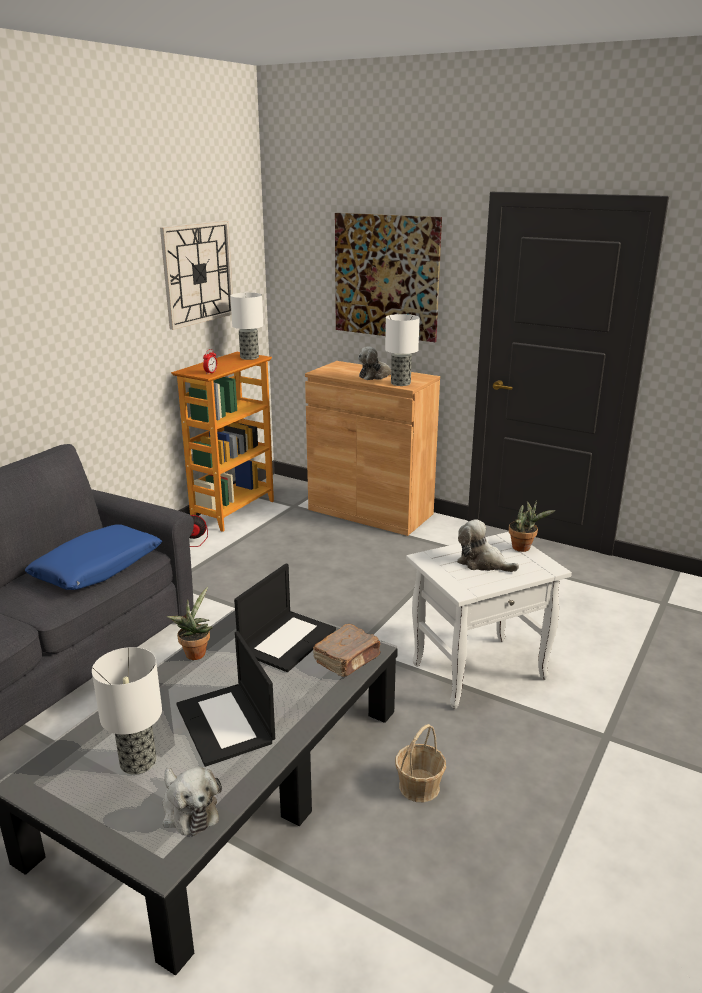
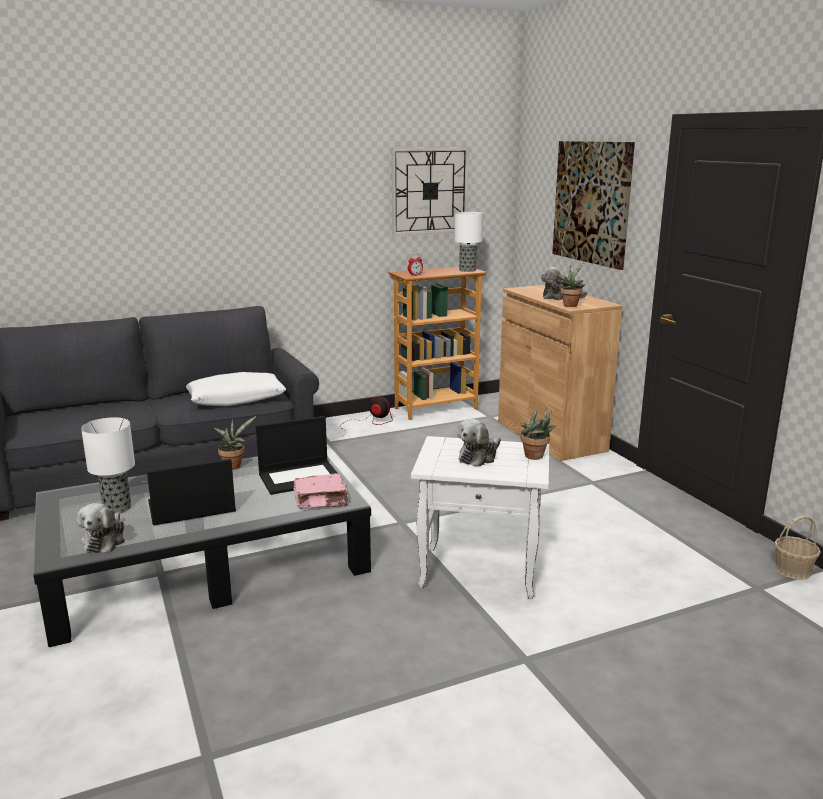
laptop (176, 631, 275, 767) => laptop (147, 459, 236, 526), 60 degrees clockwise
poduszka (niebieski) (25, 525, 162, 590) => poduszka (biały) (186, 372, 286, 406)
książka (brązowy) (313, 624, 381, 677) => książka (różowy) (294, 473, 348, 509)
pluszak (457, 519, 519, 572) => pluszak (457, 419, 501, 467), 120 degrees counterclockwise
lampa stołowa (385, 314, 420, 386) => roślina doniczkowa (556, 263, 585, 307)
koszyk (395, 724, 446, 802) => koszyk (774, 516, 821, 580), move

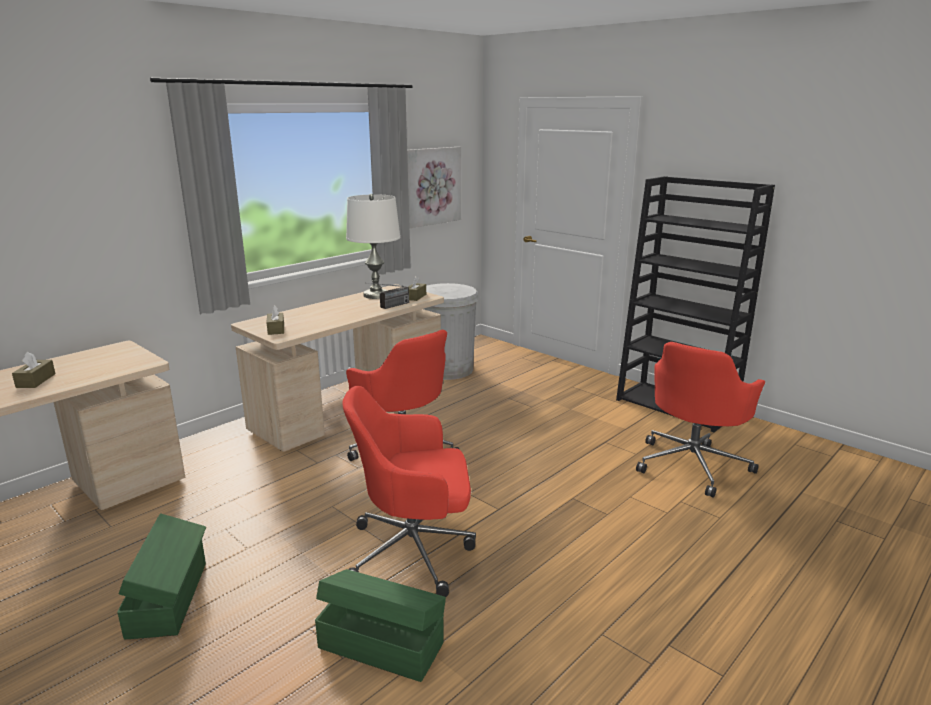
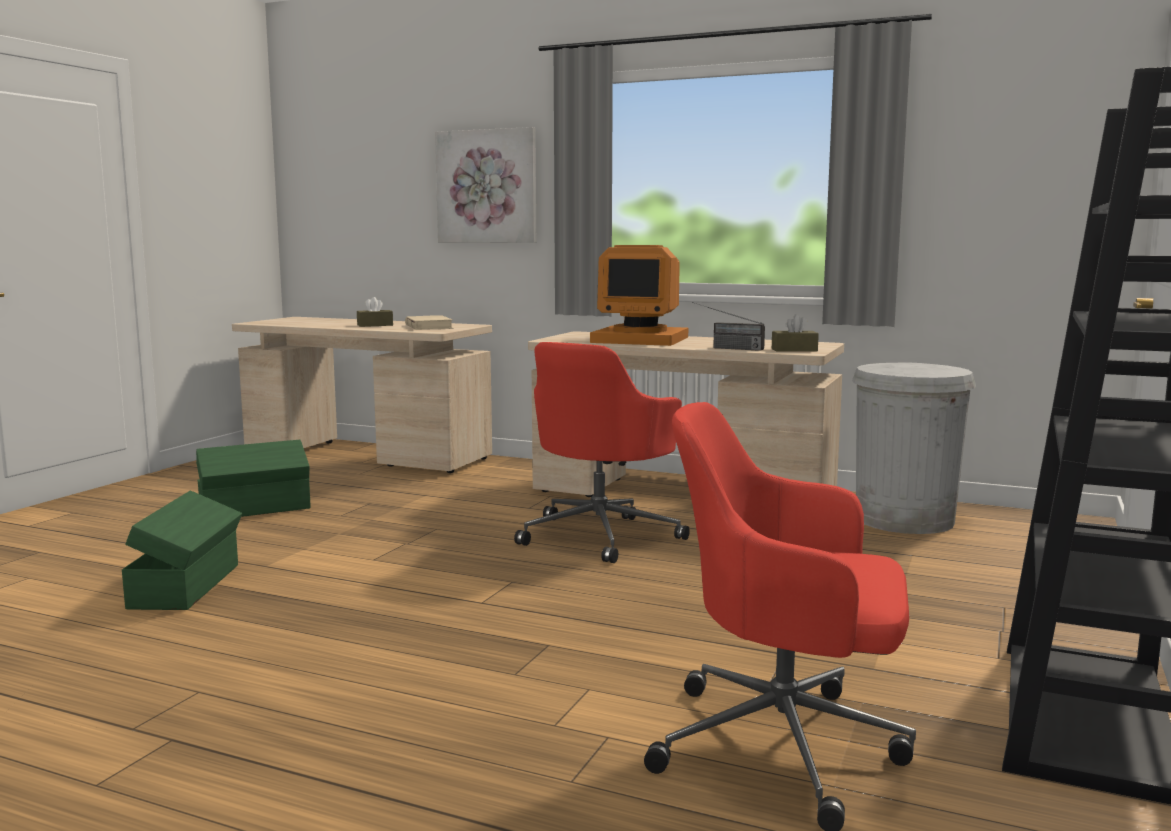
nothing => książka (beżowy) (405, 315, 453, 330)
obraz (407, 147, 461, 228) => obraz (435, 127, 536, 243), move
nothing => monitor (590, 245, 688, 346)
pudełko chusteczek (brązowy) (266, 306, 284, 335) => nothing
krzesło biurowe (czerwony) (342, 386, 476, 597) => nothing
lampa stołowa (biały) (346, 194, 400, 299) => nothing

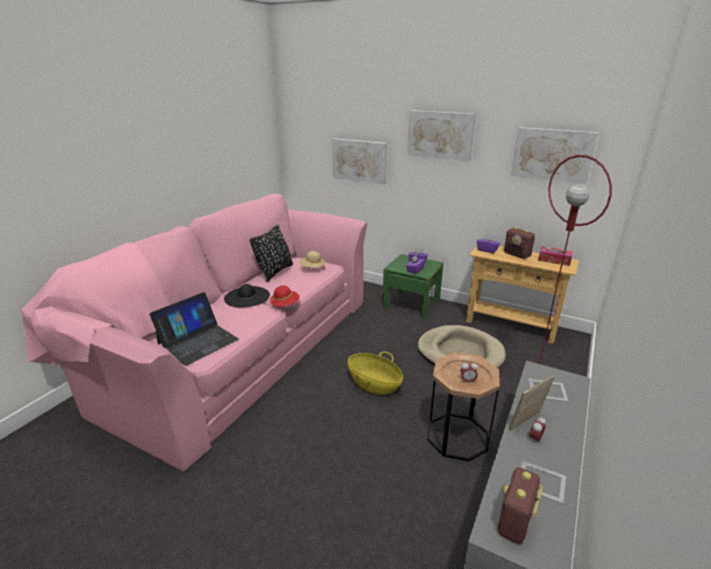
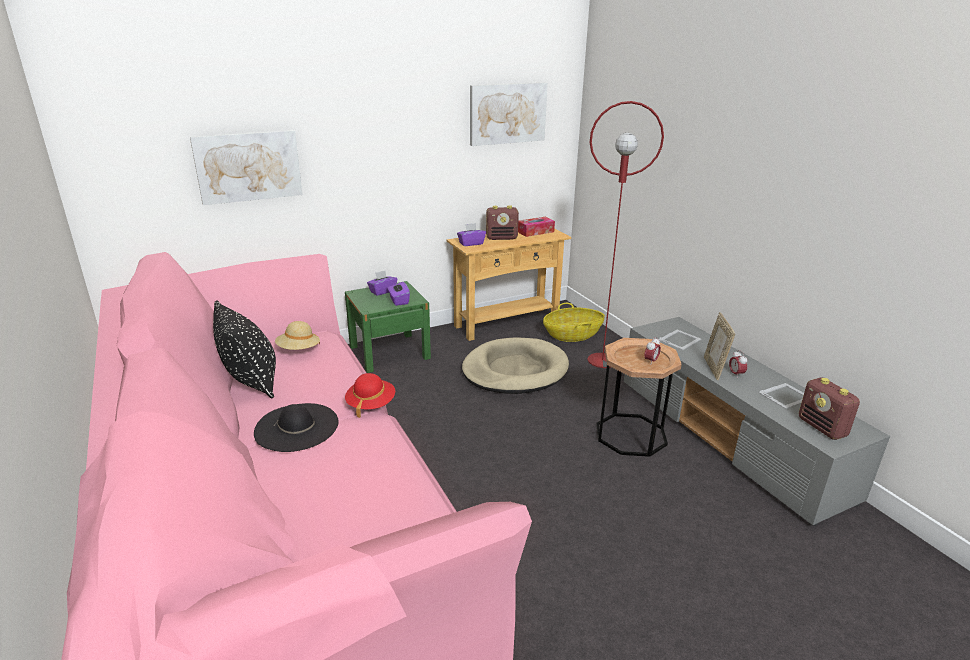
koszyk (347, 352, 403, 394) => koszyk (543, 303, 605, 342), move
laptop (149, 292, 239, 366) => nothing
obraz (408, 110, 476, 161) => nothing

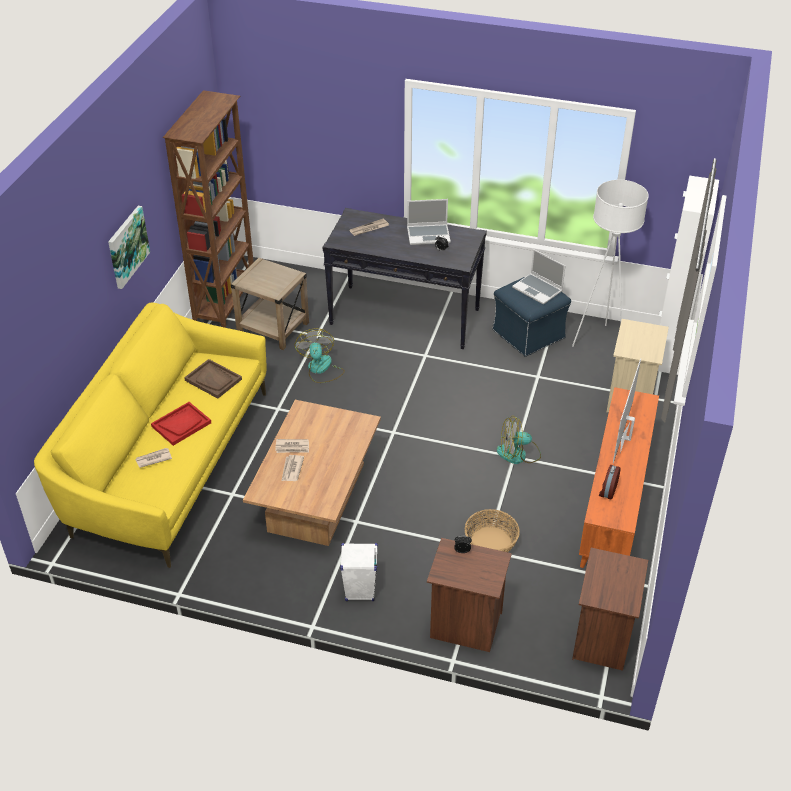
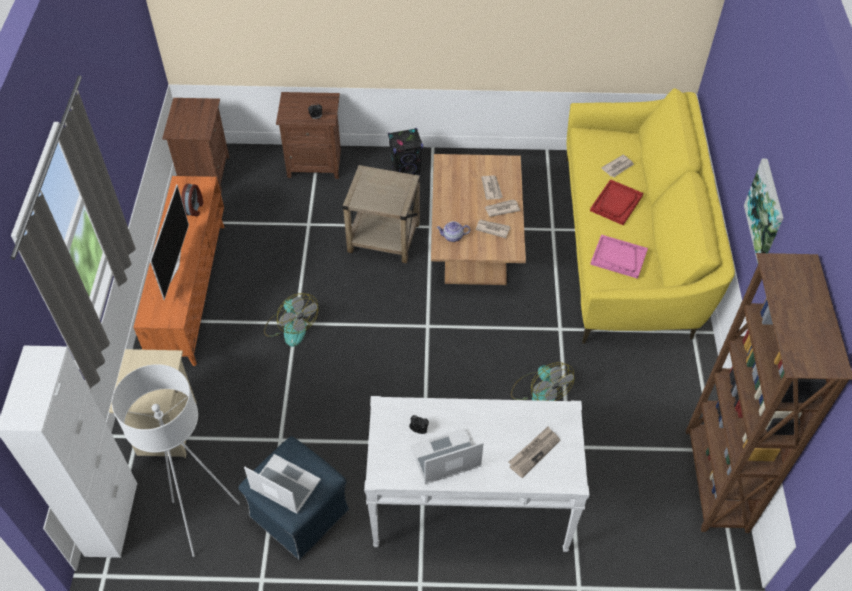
wentylator (497, 416, 541, 464) => wentylator (264, 293, 318, 347), 75 degrees clockwise
stolik (beżowy) (231, 258, 309, 350) => stolik (beżowy) (342, 165, 420, 263), move
stolik konsolowy (czarny) (323, 208, 487, 349) => stolik konsolowy (biały) (364, 396, 589, 552)
głośnik (biały) (340, 543, 378, 601) => głośnik (czarny) (388, 128, 423, 175)
nothing => imbryk (436, 221, 470, 242)
nothing => gazeta (476, 219, 511, 238)
taca (brązowy) (184, 359, 242, 399) => taca (różowy) (590, 235, 648, 279)
koszyk (465, 509, 520, 552) => nothing

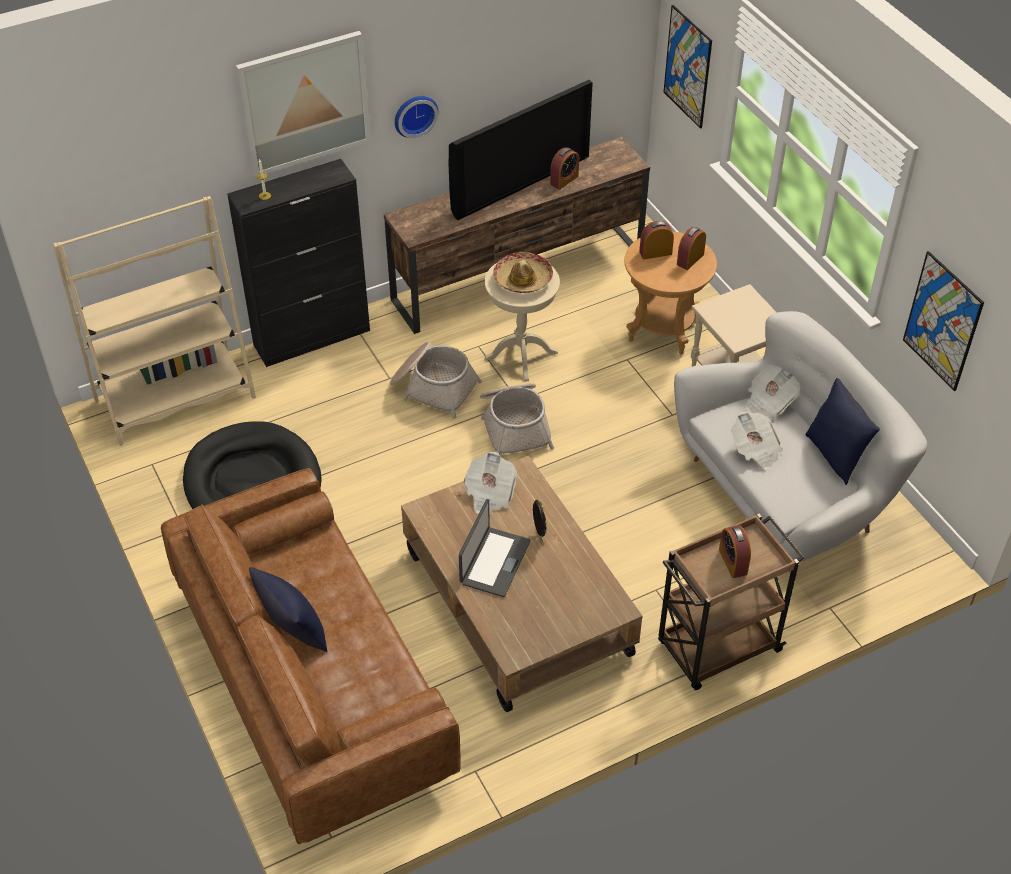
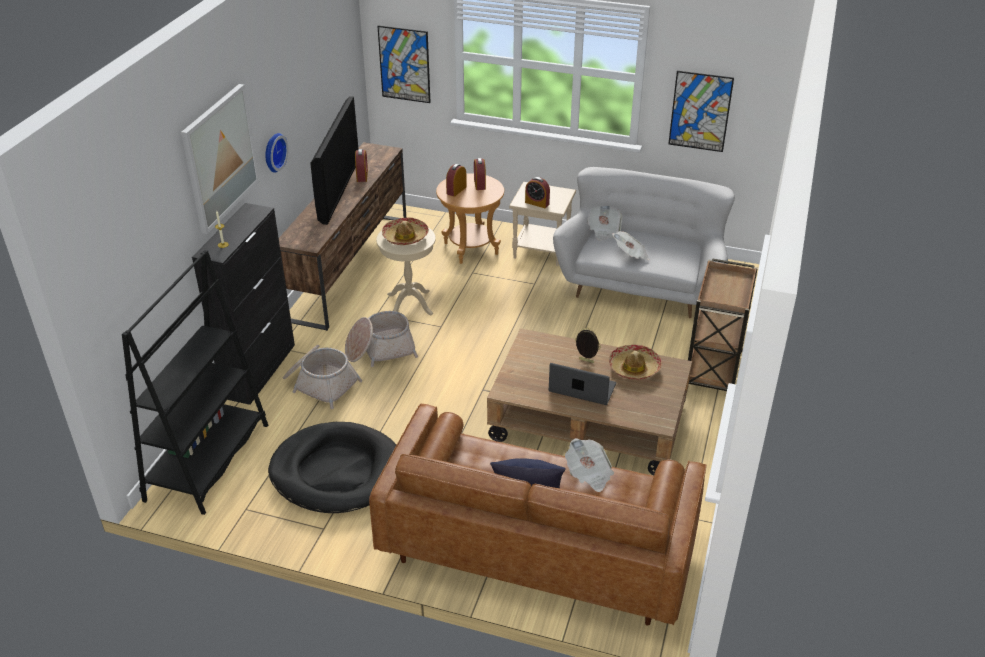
regał (beżowy) (53, 196, 256, 446) => regał (czarny) (122, 250, 268, 515)
koszyk (480, 383, 554, 454) => koszyk (283, 345, 362, 409), move
budzik (719, 525, 751, 578) => budzik (525, 177, 550, 208), move
laptop (459, 499, 530, 597) => laptop (549, 363, 616, 405), 45 degrees counterclockwise
gazeta (464, 452, 518, 514) => gazeta (565, 438, 614, 492), move
nothing => kapelusz (609, 345, 662, 379)
poduszka (niebieski) (805, 378, 880, 485) => nothing

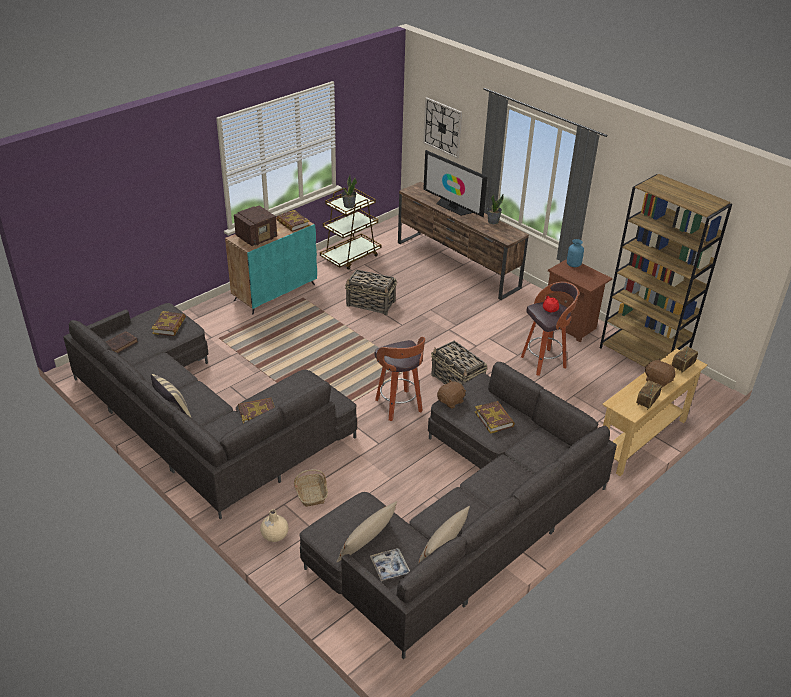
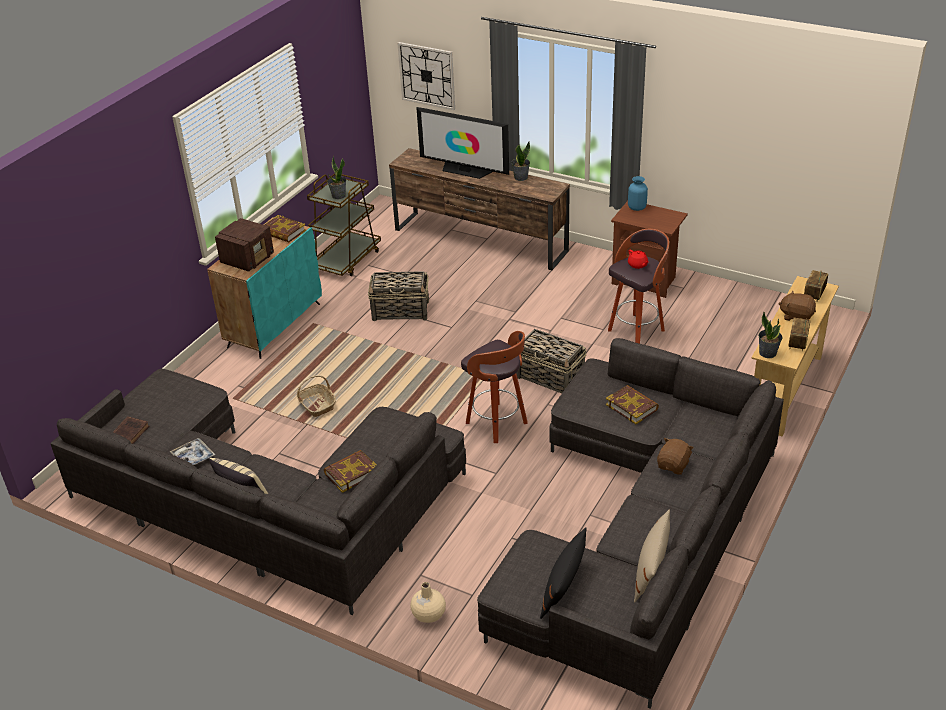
taca (370, 548, 410, 581) => taca (170, 438, 215, 465), move
koszyk (294, 469, 328, 507) => koszyk (297, 375, 336, 417), move
poduszka (beżowy) (336, 501, 397, 562) => poduszka (czarny) (540, 527, 587, 619)
pluszak (brązowy) (437, 379, 466, 409) => pluszak (brązowy) (657, 438, 694, 475), move
nothing => roślina doniczkowa (758, 312, 782, 358)
książka (151, 311, 186, 336) => nothing
regał (brązowy) (600, 174, 732, 367) => nothing

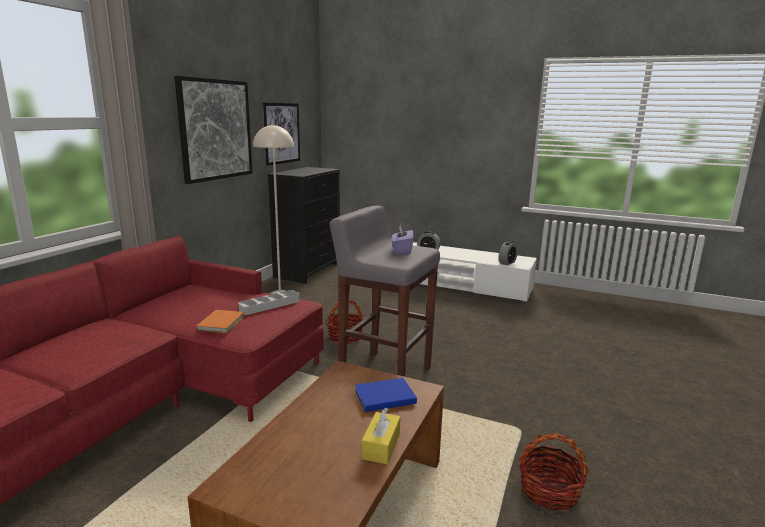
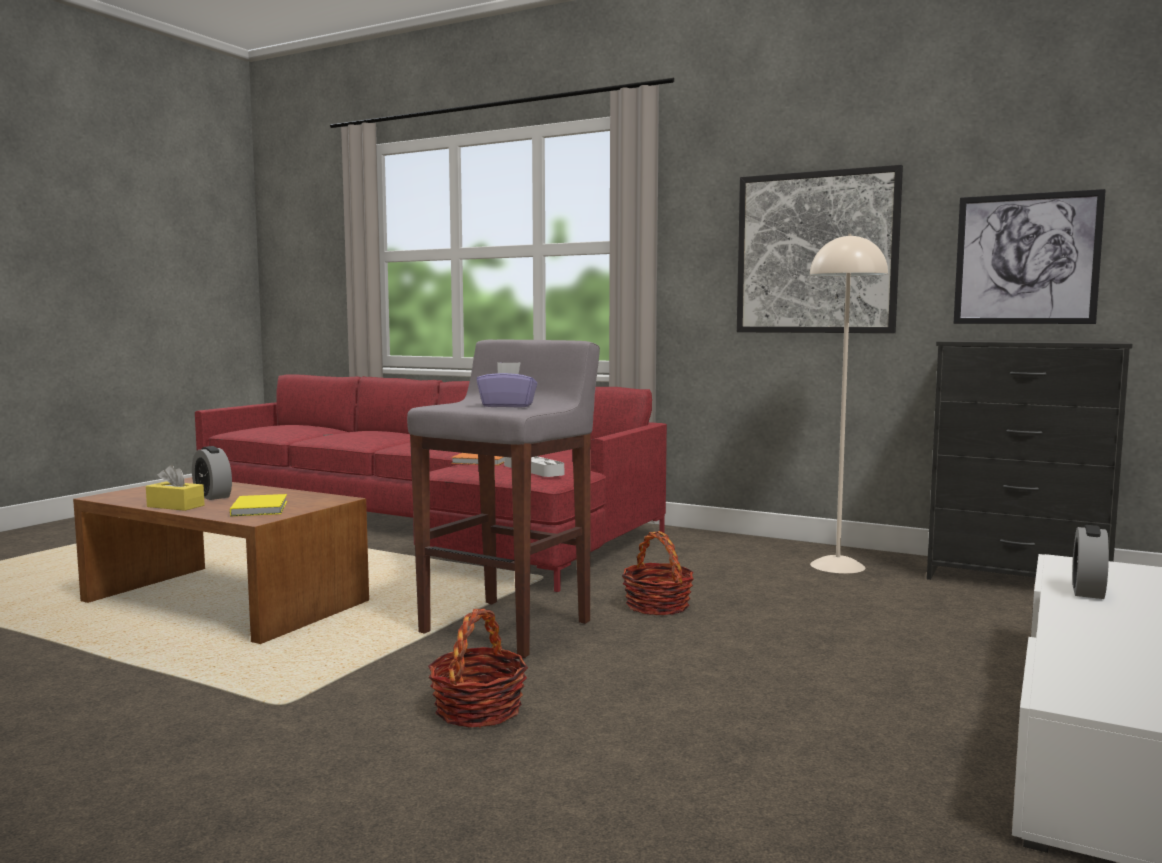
budzik (499, 241, 518, 265) => budzik (192, 446, 232, 500), move
książka (niebieski) (355, 378, 417, 412) => książka (żółty) (230, 494, 287, 516)
koszyk (519, 433, 590, 510) => koszyk (428, 609, 528, 728), move

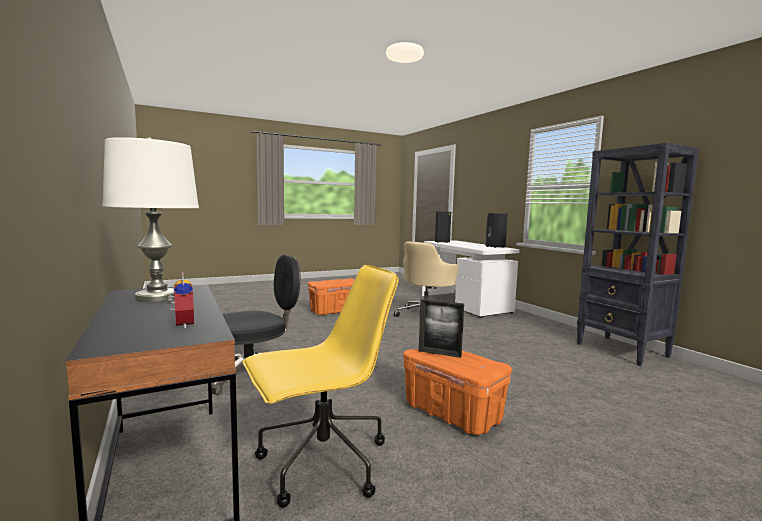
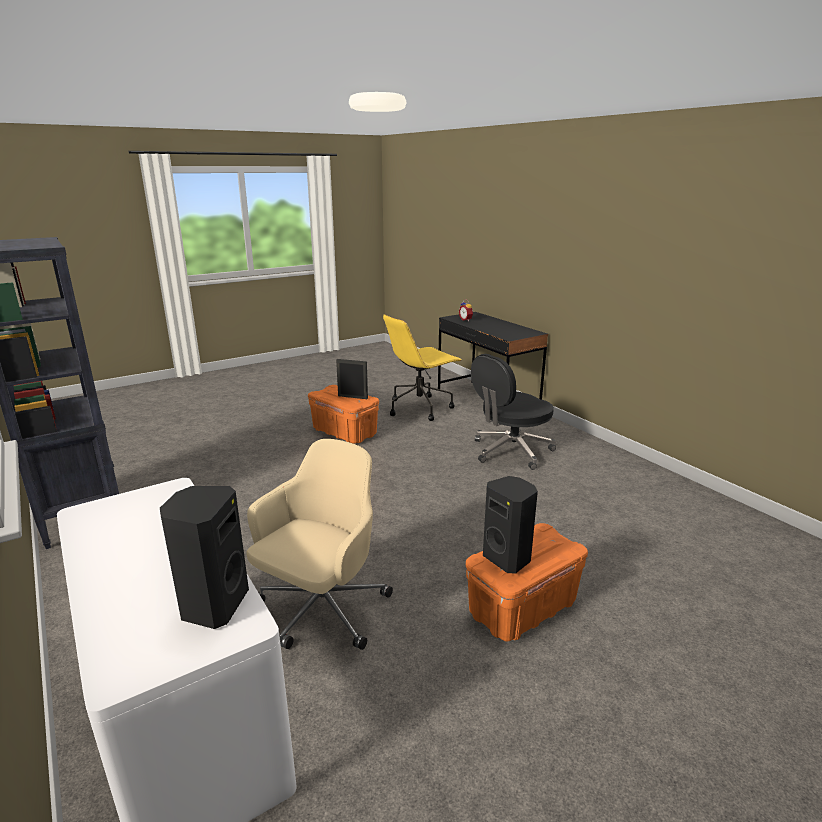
głośnik (czarny) (485, 213, 508, 248) => głośnik (czarny) (483, 476, 538, 574), move
lampa stołowa (biały) (102, 137, 199, 302) => nothing

